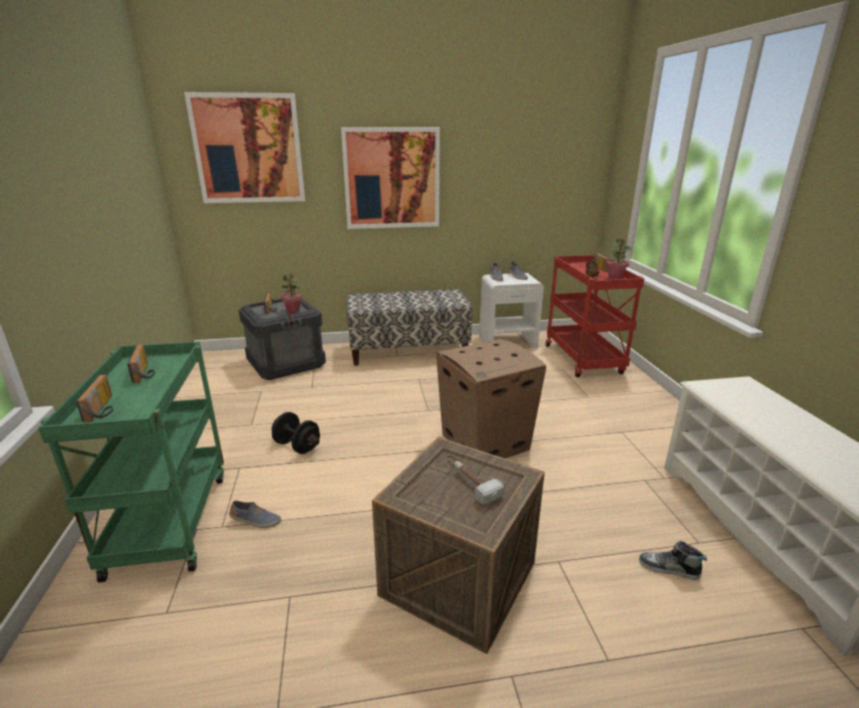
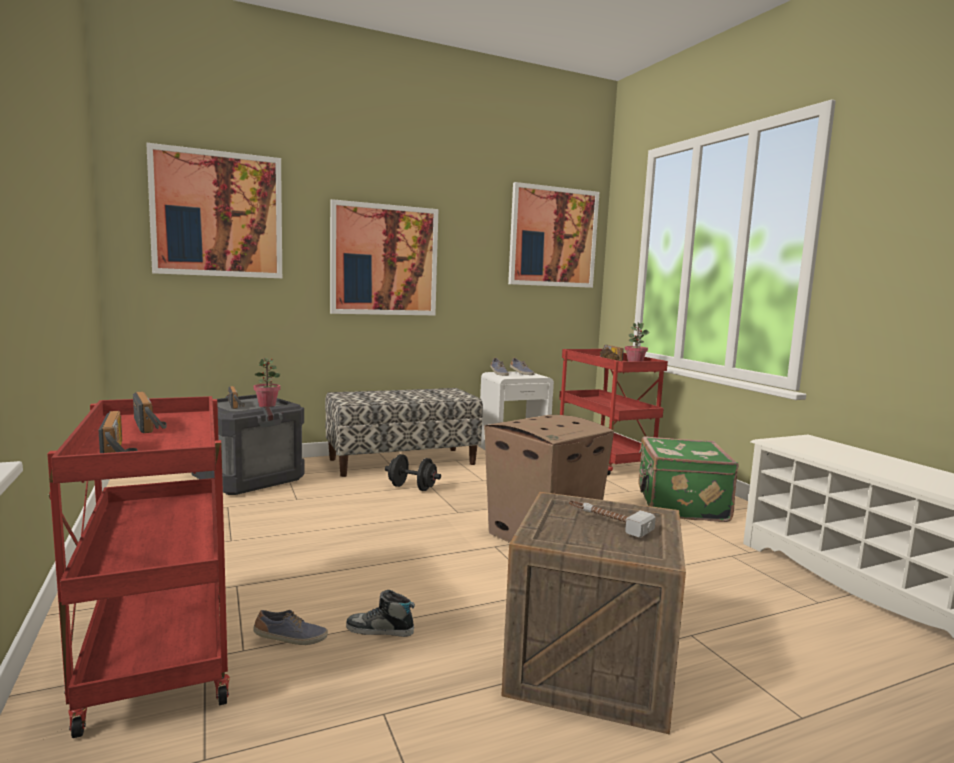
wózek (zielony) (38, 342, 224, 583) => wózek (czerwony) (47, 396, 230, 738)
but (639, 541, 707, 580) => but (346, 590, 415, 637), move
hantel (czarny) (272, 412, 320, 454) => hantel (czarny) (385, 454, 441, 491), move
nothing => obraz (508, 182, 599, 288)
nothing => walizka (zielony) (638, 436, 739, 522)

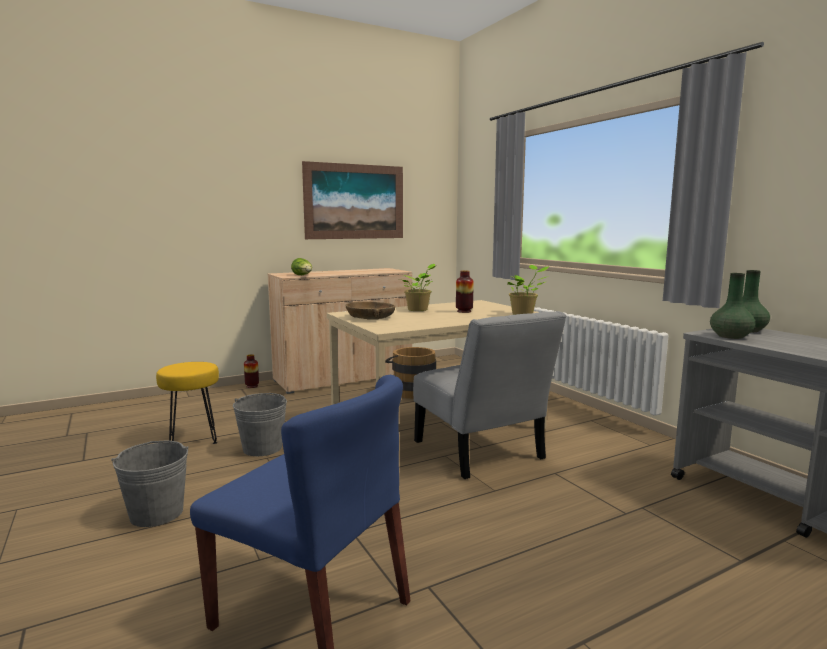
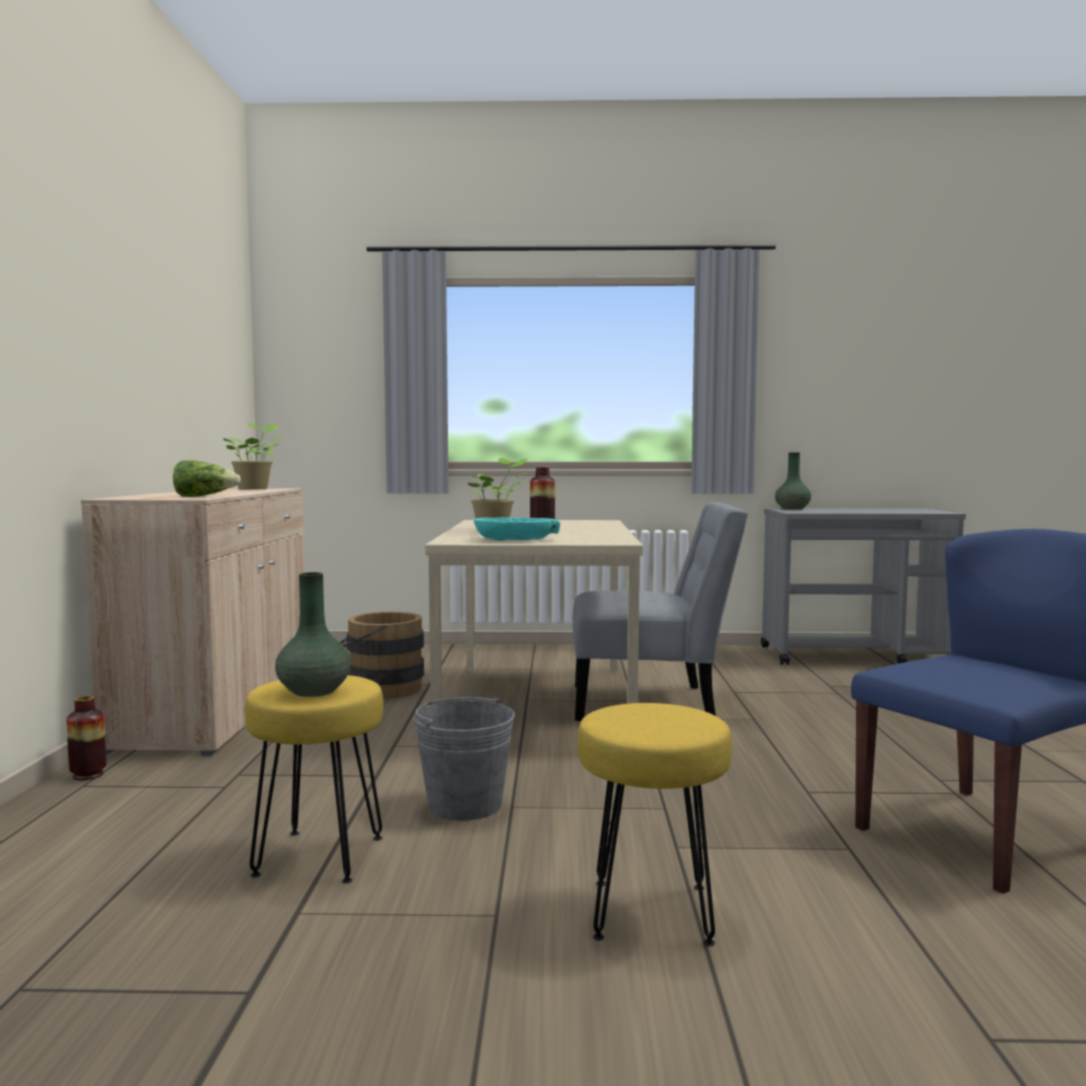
roślina doniczkowa (508, 265, 549, 315) => roślina doniczkowa (222, 423, 284, 490), move
wazon (zielony) (710, 273, 755, 339) => wazon (zielony) (275, 572, 351, 697), move
miska (brązowy) (346, 302, 395, 320) => miska (turkusowy) (474, 517, 560, 541)
wiadro (szary) (111, 441, 189, 527) => stołek (żółty) (578, 703, 732, 946)
obraz (302, 161, 403, 239) => nothing

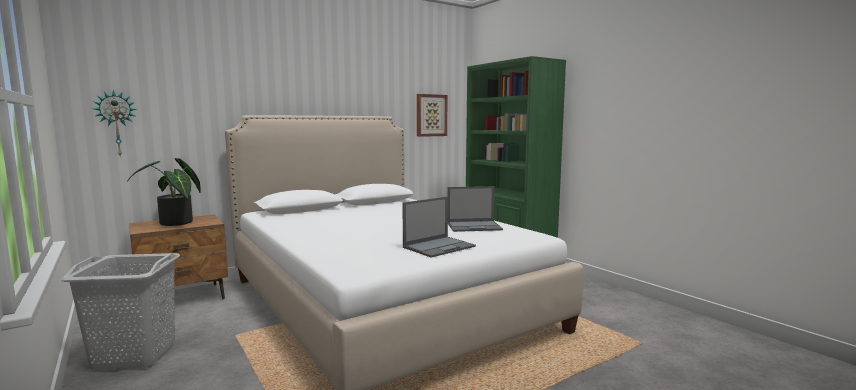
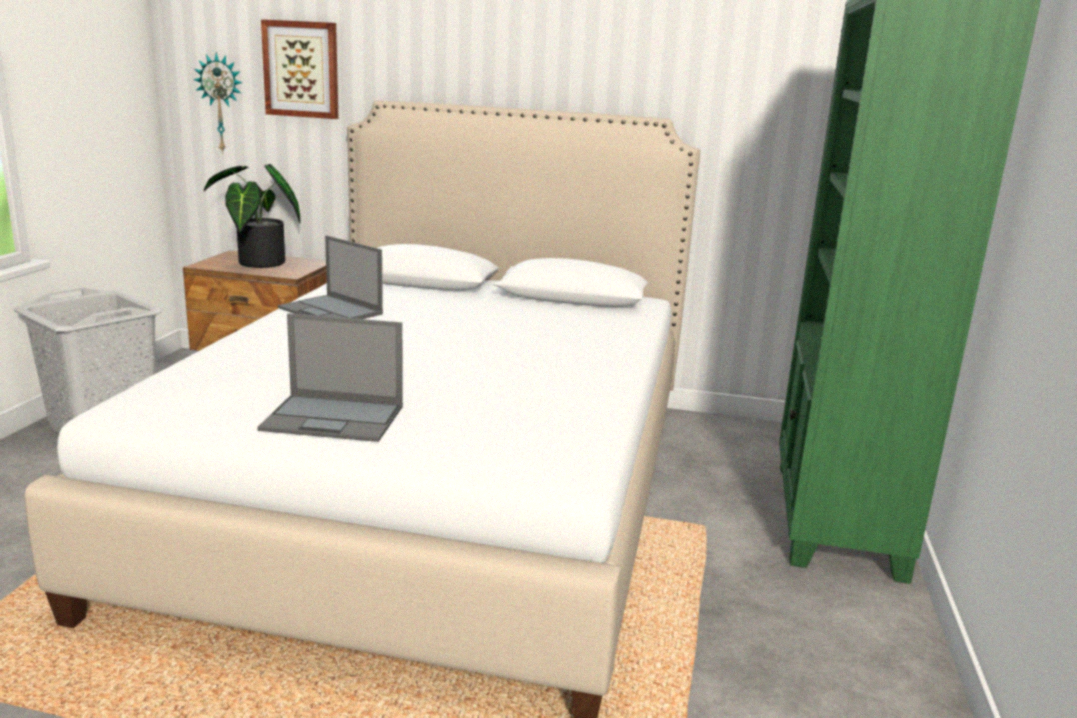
obraz (417, 94, 447, 137) => obraz (261, 19, 339, 119), move
laptop (447, 186, 503, 232) => laptop (278, 235, 383, 319), move

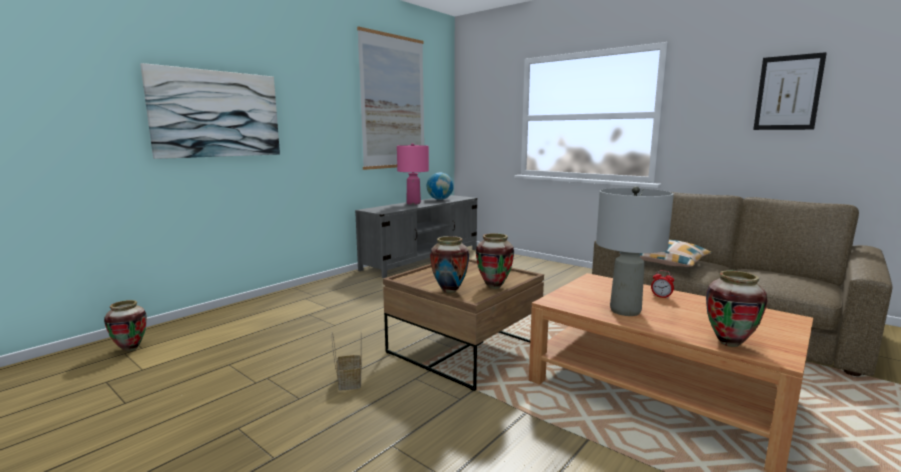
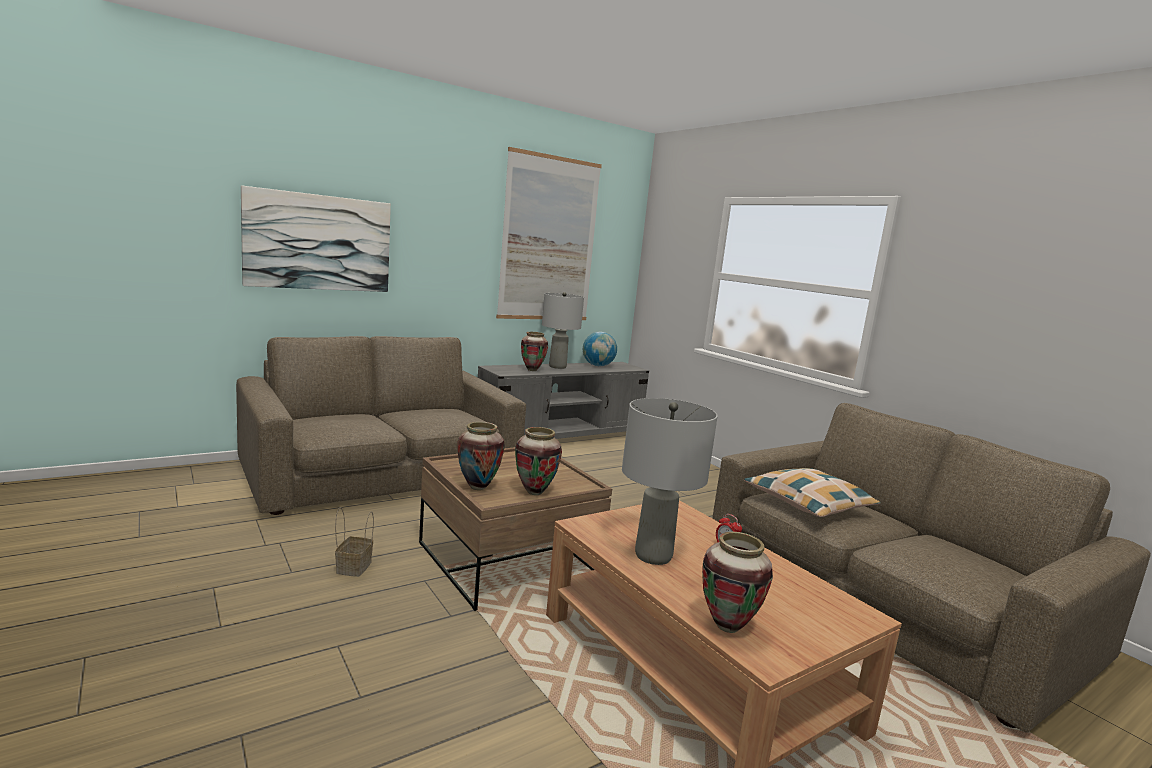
nothing => kanapa (brązowy) (236, 336, 526, 515)
wazon (104, 300, 147, 351) => wazon (521, 332, 548, 371), move
lampa stołowa (różowy) (397, 143, 429, 205) => lampa stołowa (szary) (542, 292, 584, 369)
obraz (753, 52, 827, 130) => nothing

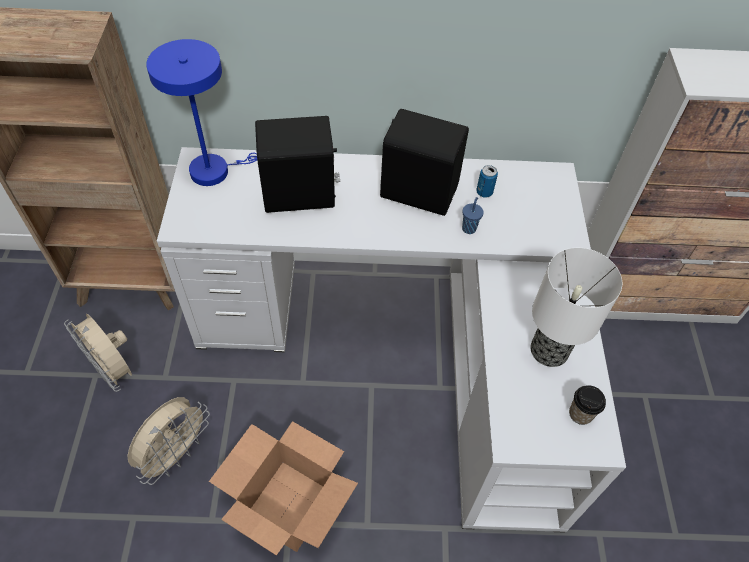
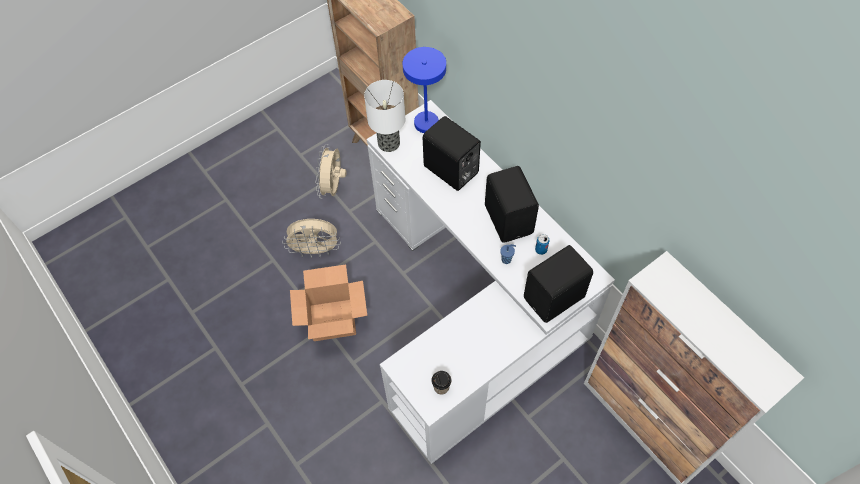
lampa stołowa (530, 248, 622, 367) => lampa stołowa (364, 80, 405, 152), move
nothing => głośnik (czarny) (524, 245, 593, 323)

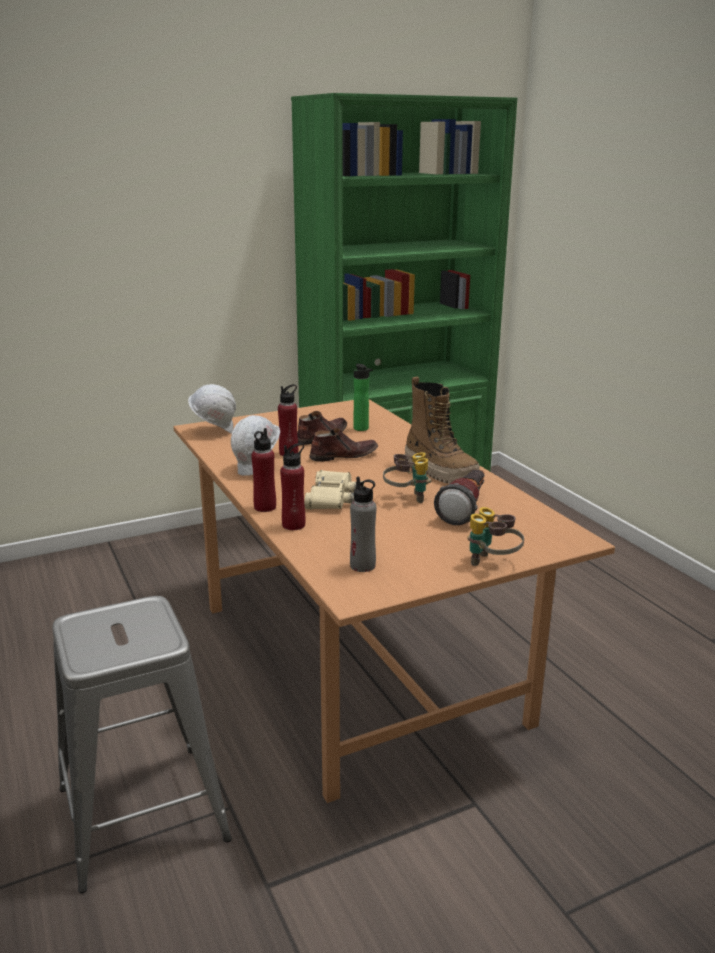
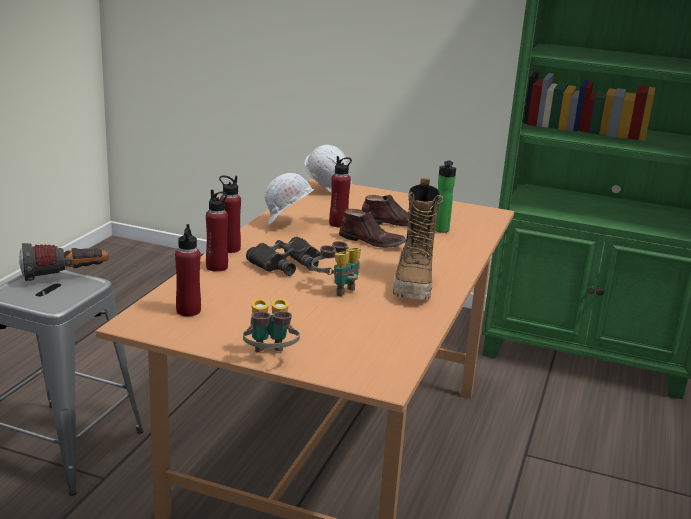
latarka (434, 469, 485, 525) => latarka (19, 243, 109, 281), move
butelka (szary) (350, 477, 377, 572) => butelka (czerwony) (175, 224, 201, 316)
lornetka (beżowy) (304, 470, 364, 509) => lornetka (czarny) (246, 236, 321, 276)

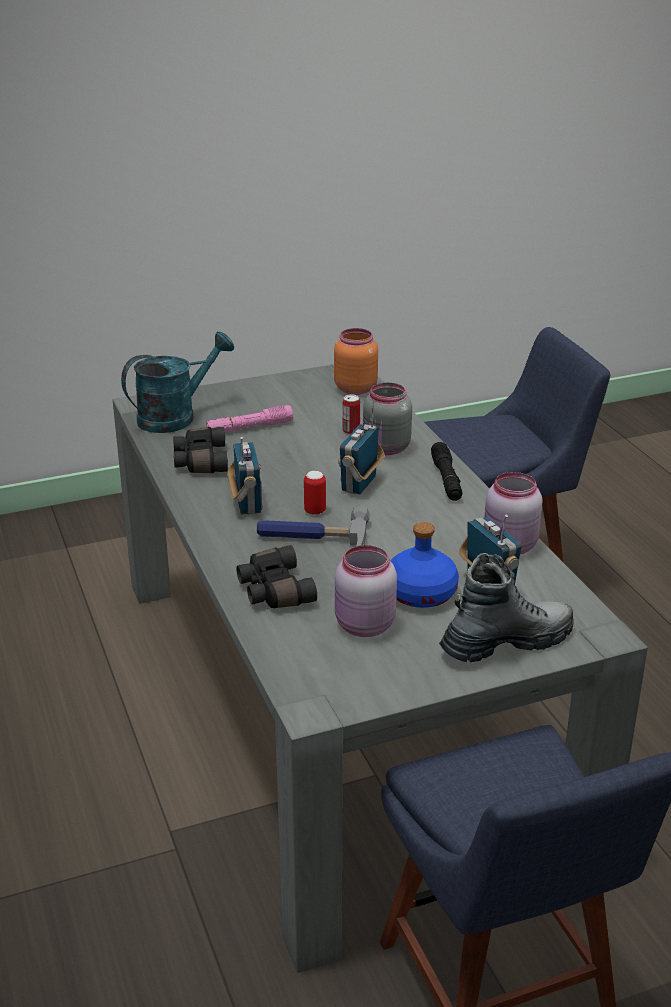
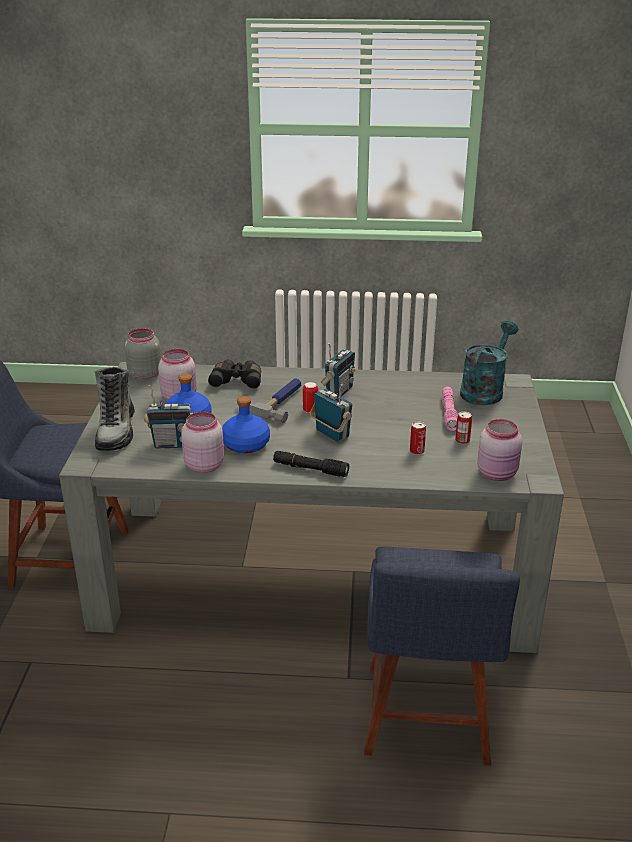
słoik (szary) (363, 383, 412, 455) => słoik (szary) (124, 328, 161, 380), move
nothing => butelka (niebieski) (222, 396, 270, 453)
radio (227, 437, 262, 515) => radio (321, 343, 355, 397), 75 degrees counterclockwise
nothing => puszka (455, 411, 472, 444)
konewka (turkusowy) (121, 331, 234, 433) => konewka (turkusowy) (460, 321, 518, 405), 135 degrees counterclockwise
słoik (pomarańczowy) (334, 328, 378, 395) => słoik (różowy) (477, 419, 522, 481)
lornetka (czarny) (173, 427, 228, 473) => nothing

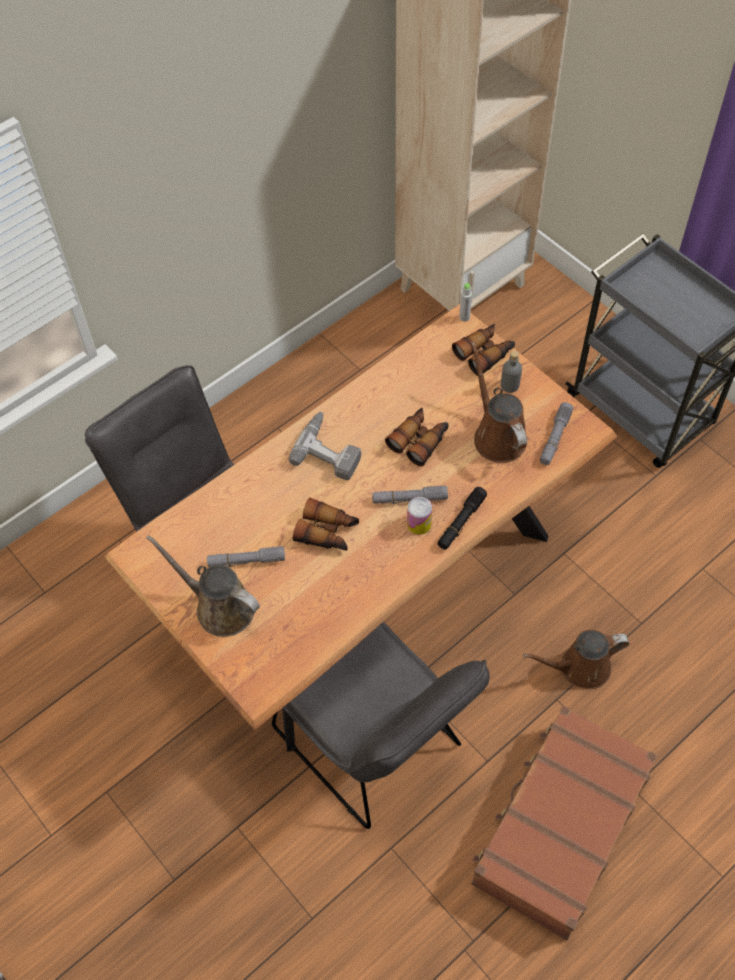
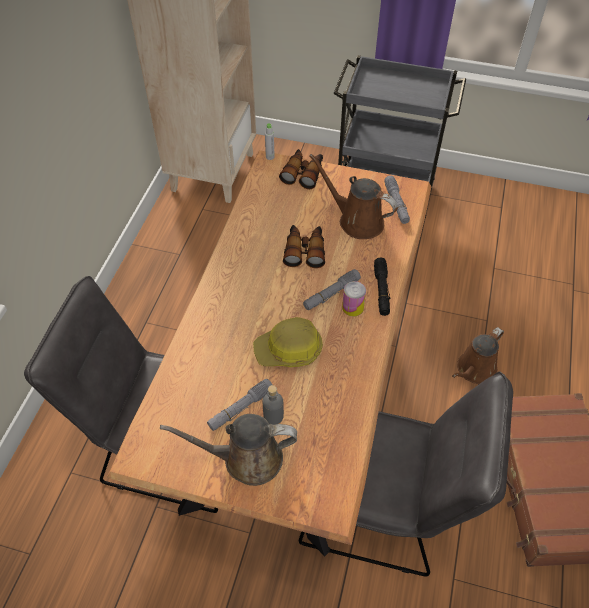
lornetka (293, 497, 359, 550) => kask (253, 317, 323, 367)
butelka (szary) (501, 351, 522, 393) => butelka (szary) (263, 385, 284, 425), move
wiertarka (289, 412, 361, 480) => nothing

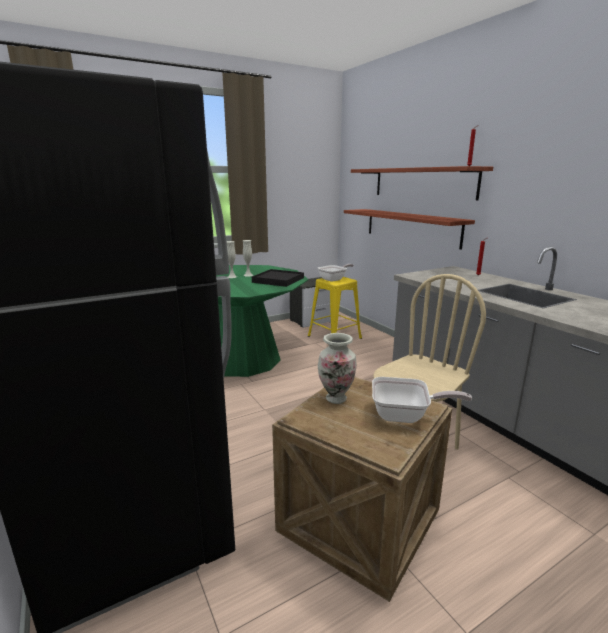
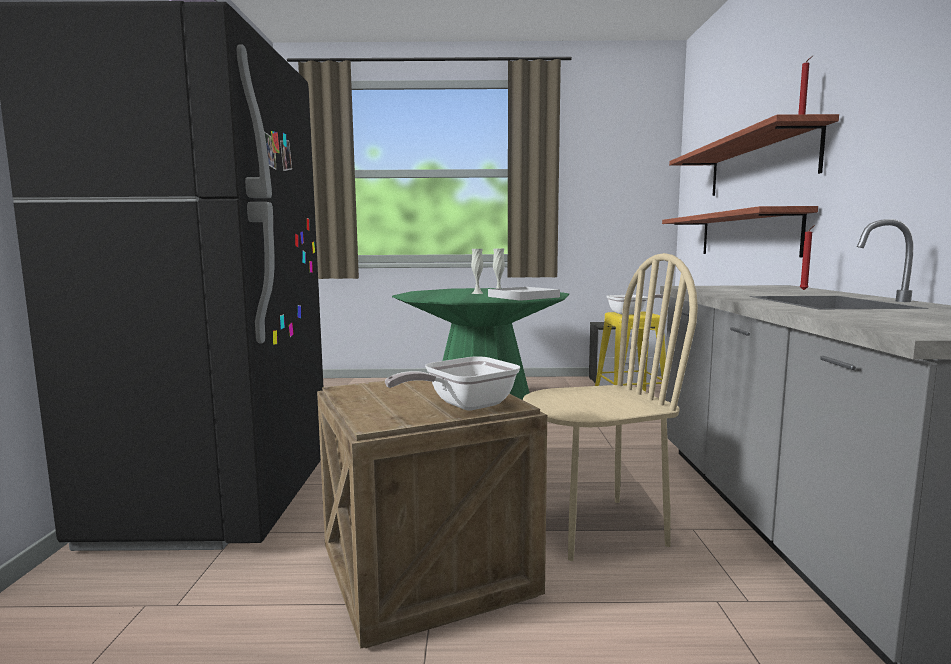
patelnia (372, 377, 472, 423) => patelnia (385, 356, 521, 411), 105 degrees clockwise
taca (czarny) (252, 269, 304, 287) => taca (biały) (488, 287, 560, 301)
wazon (318, 333, 357, 404) => nothing

